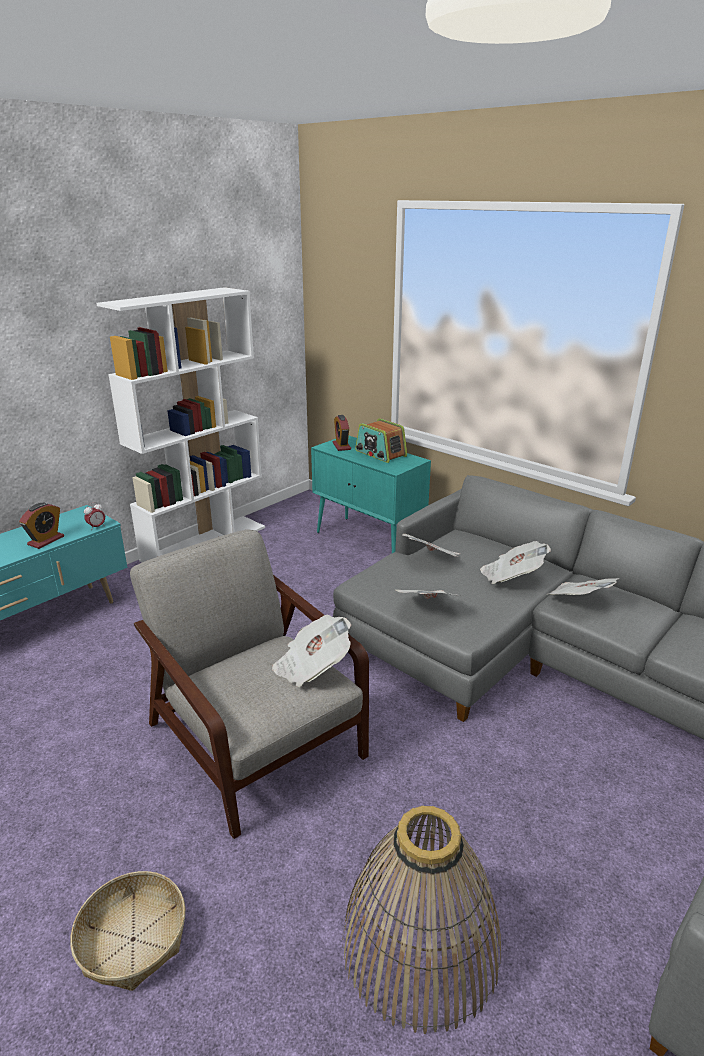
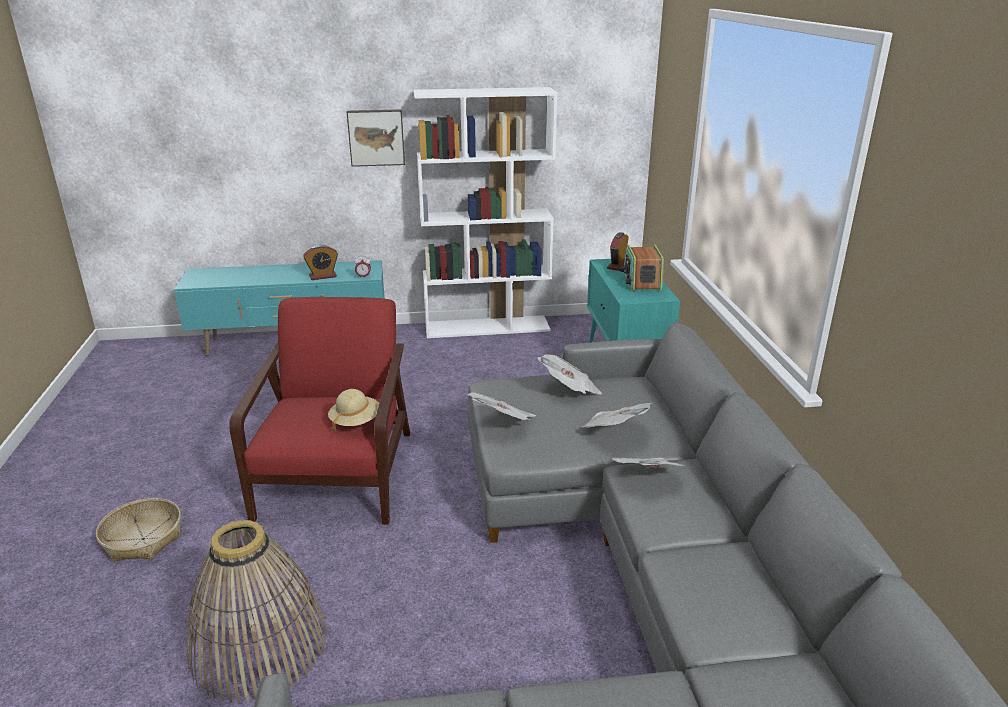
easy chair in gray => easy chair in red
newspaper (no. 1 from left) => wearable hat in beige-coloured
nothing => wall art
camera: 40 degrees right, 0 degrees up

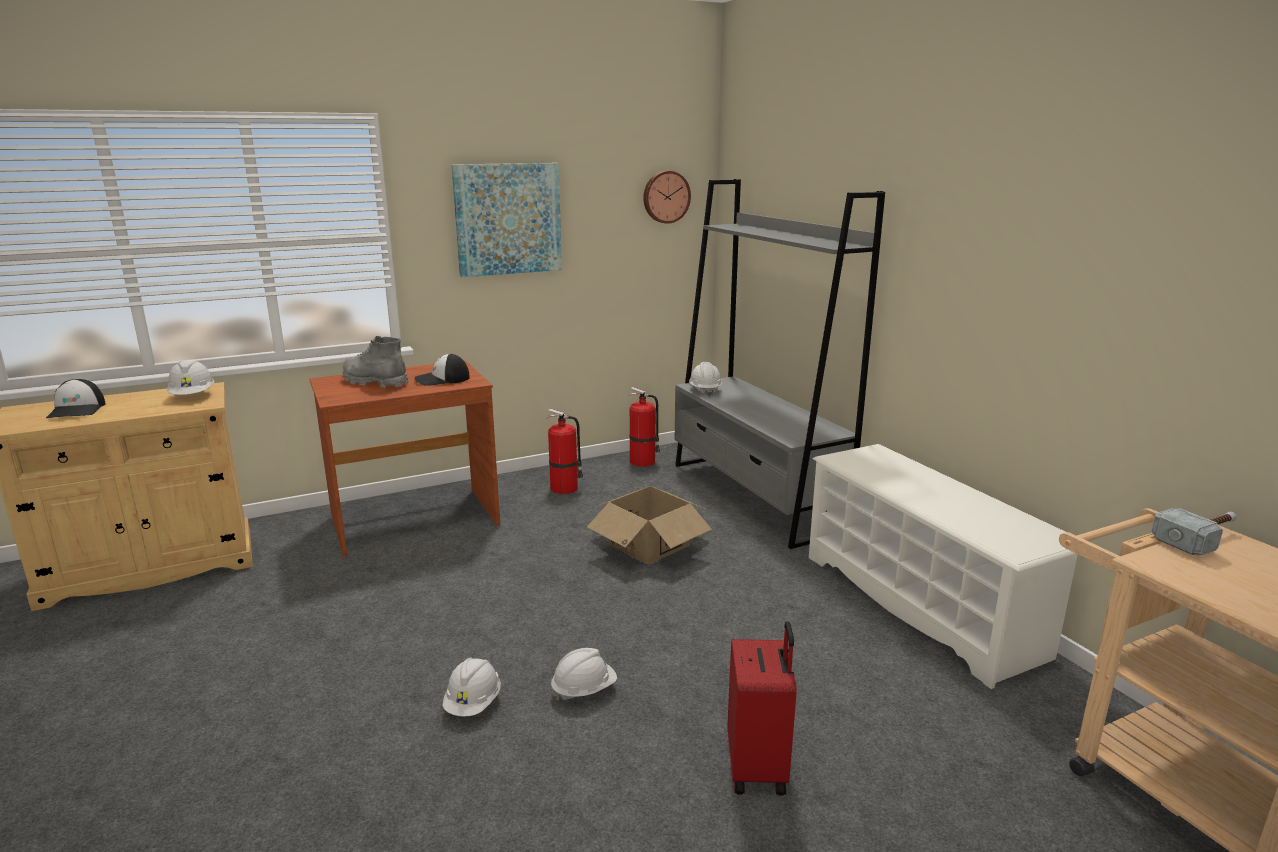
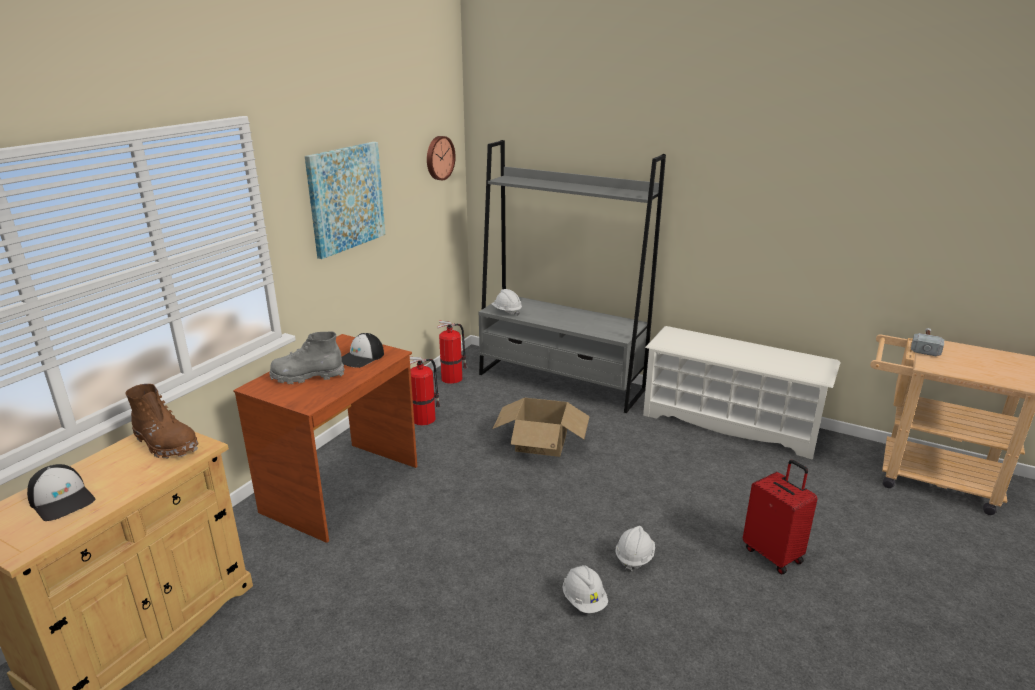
work helmet in white-coloured (no. 1 from left) => high-top boot in brownish
camera: 35 degrees left, 5 degrees up

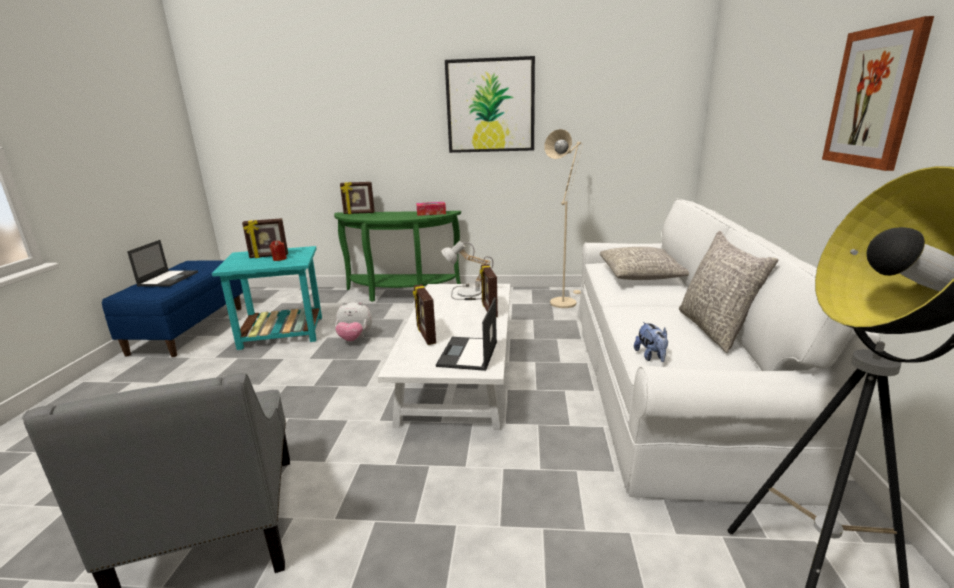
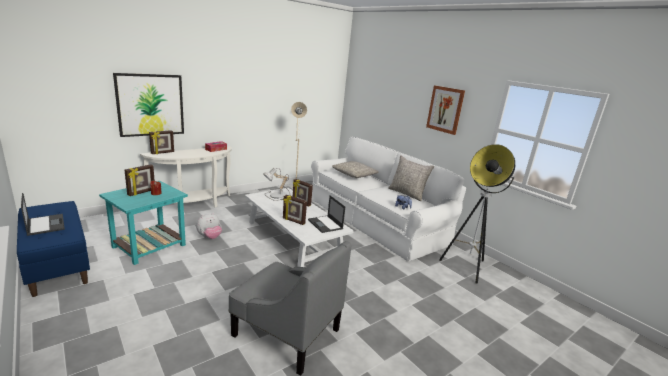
wall art (no. 1 from left), relocated
narrow table in green => narrow table in white-coloured
camera: 45 degrees left, 0 degrees up

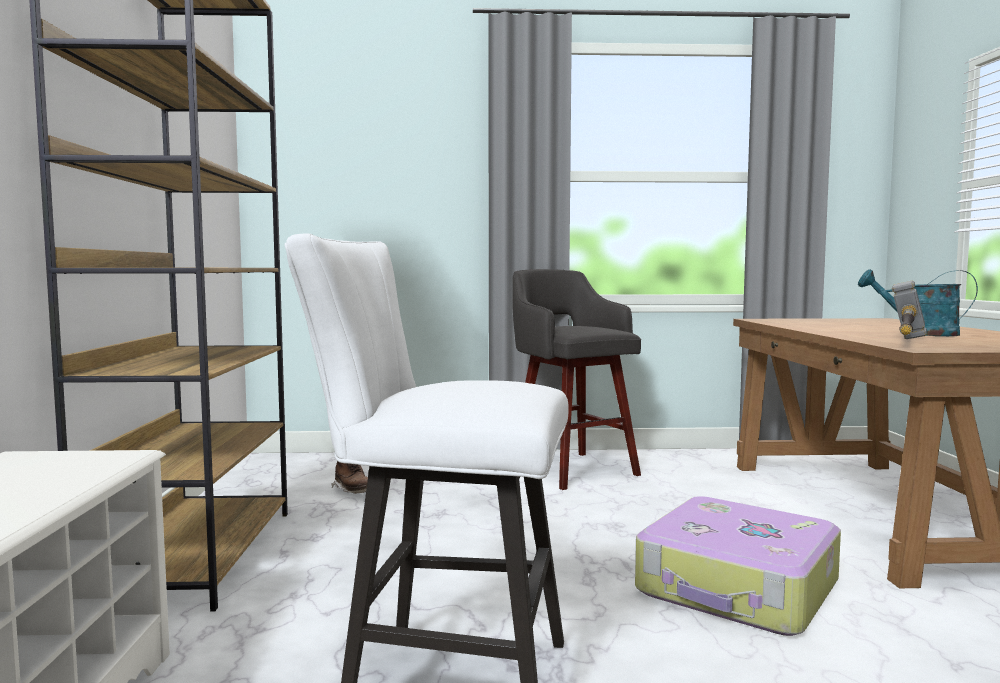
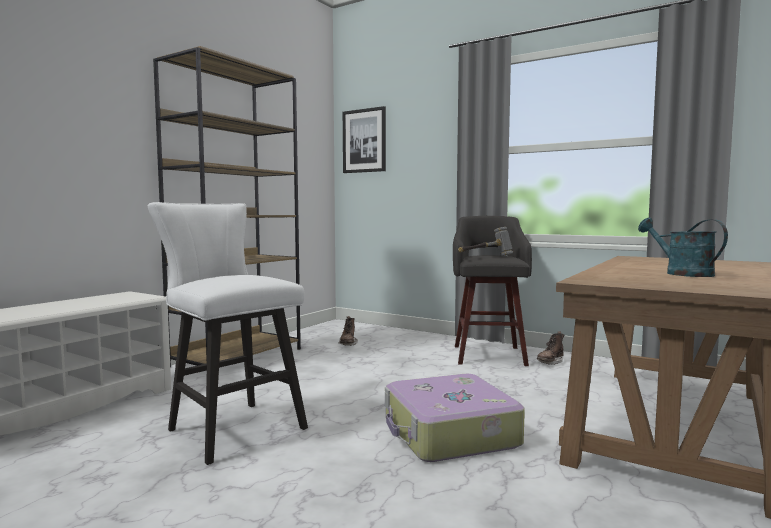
nothing => wall art
tool hammer, relocated
nothing => high-top boot in brownish (no. 2 from left)
camera: 35 degrees right, 0 degrees up

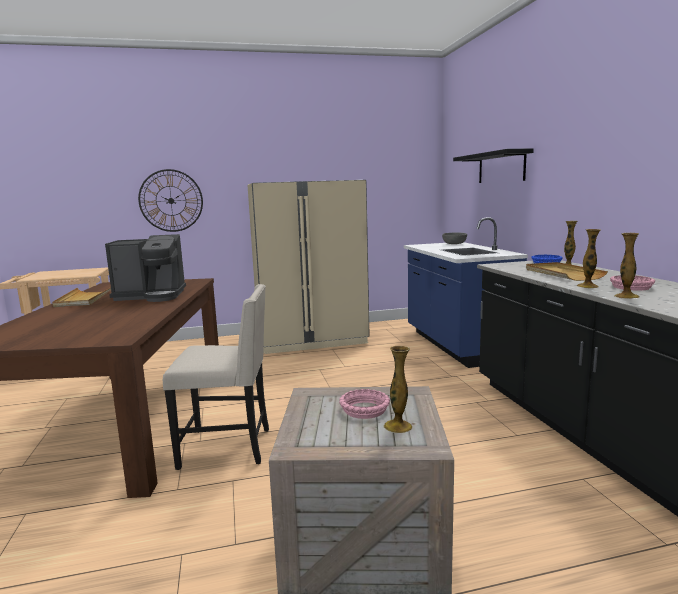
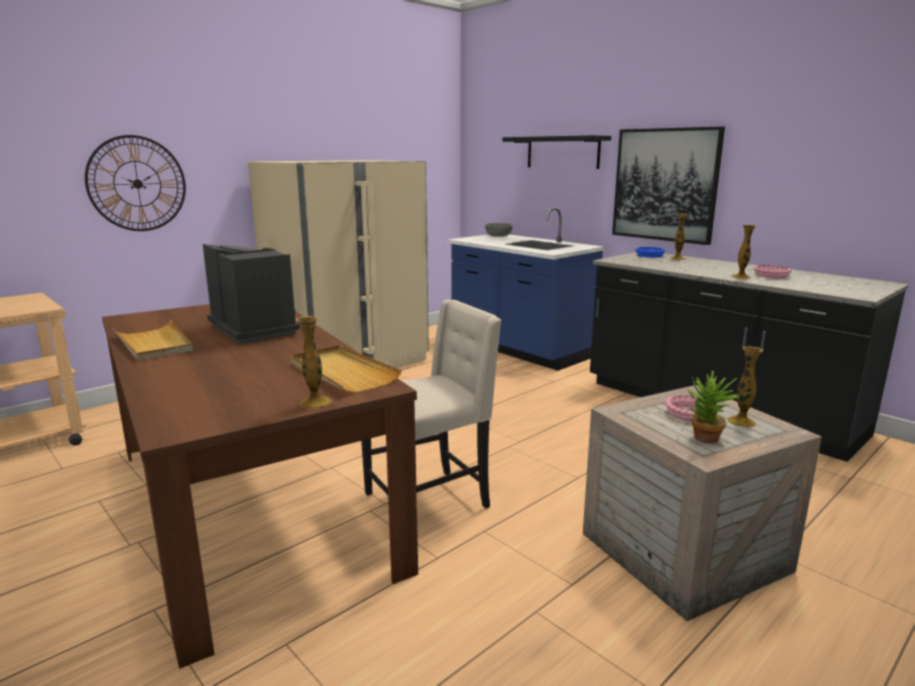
coffee brewer, 90 degrees counterclockwise
serving tray in beige-coloured (no. 2 from left), relocated
decorative vase (no. 4 from left in the first image) => decorative vase (no. 1 from left), relocated
nothing => wall art
nothing => plant in a pot
camera: 30 degrees left, 5 degrees up

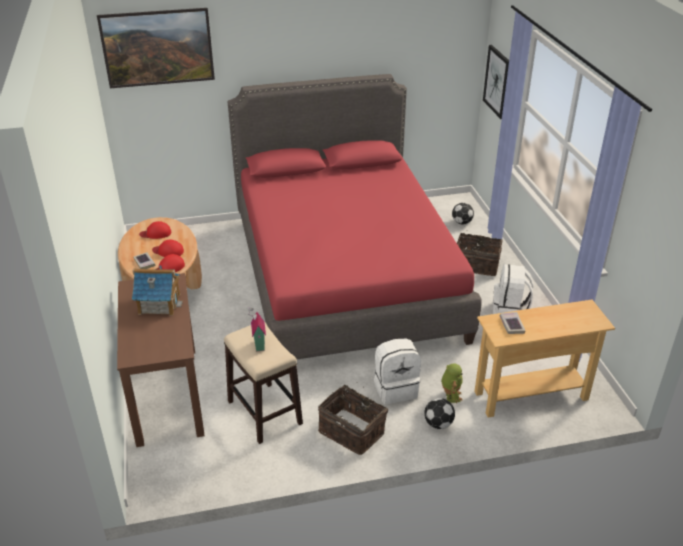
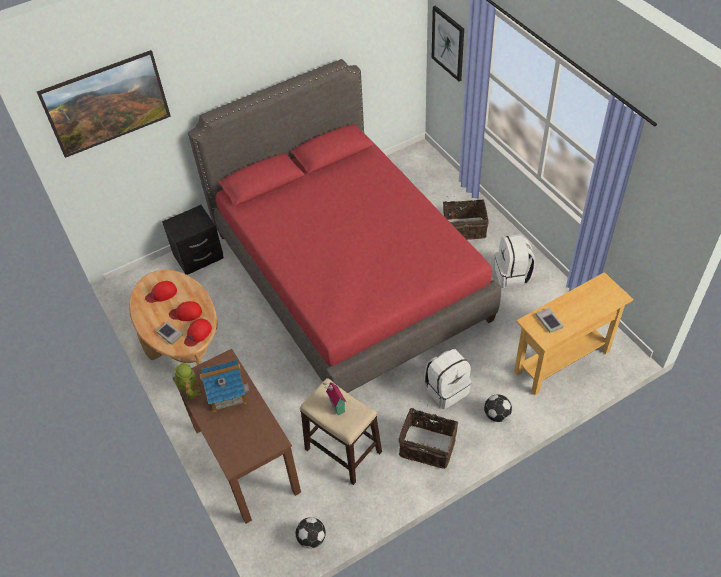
nothing => night table in black
model robot, relocated
ball for football (no. 2 from left in the first image) => ball for football (no. 1 from left), relocated
camera: 15 degrees left, 15 degrees up

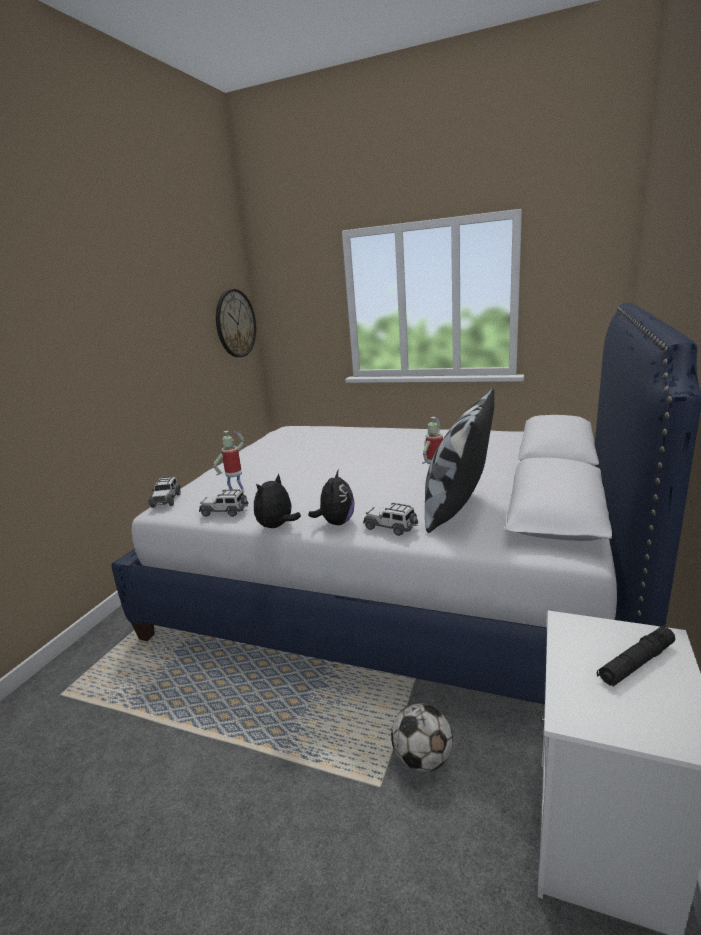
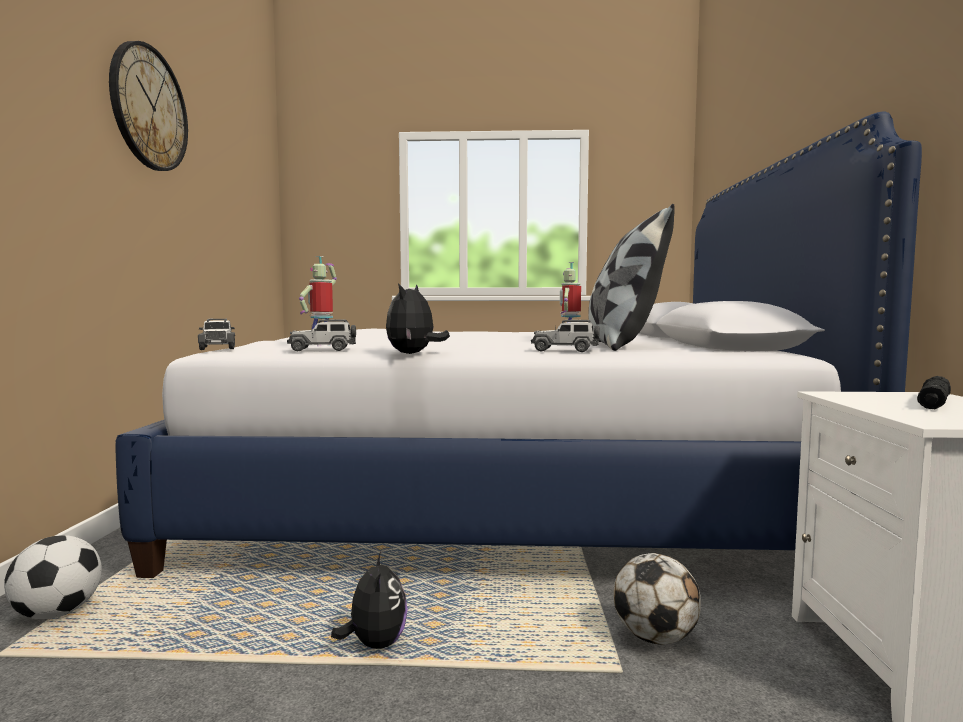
nothing => ball for football (no. 1 from left)
wall clock, relocated
soft toy (no. 2 from left in the first image) => soft toy (no. 1 from left), relocated
camera: 20 degrees left, 15 degrees down

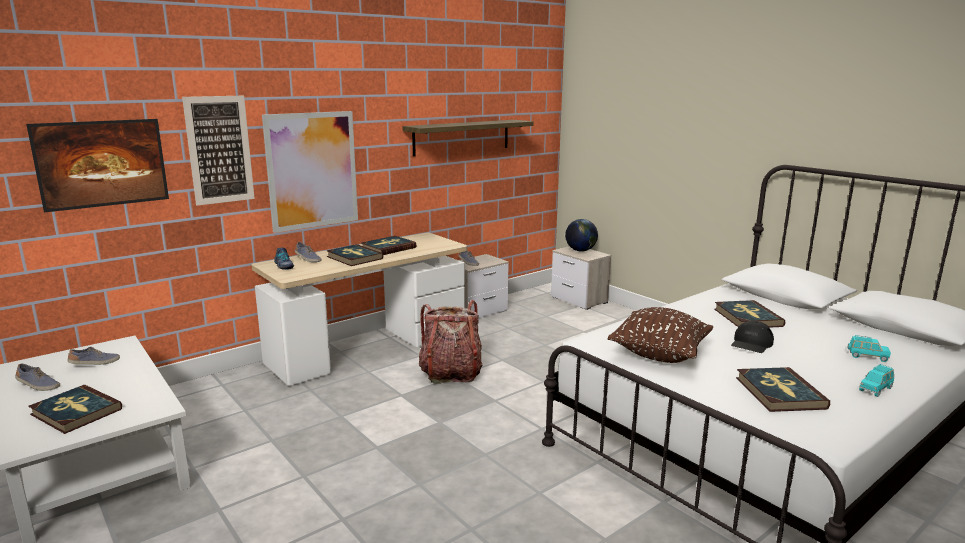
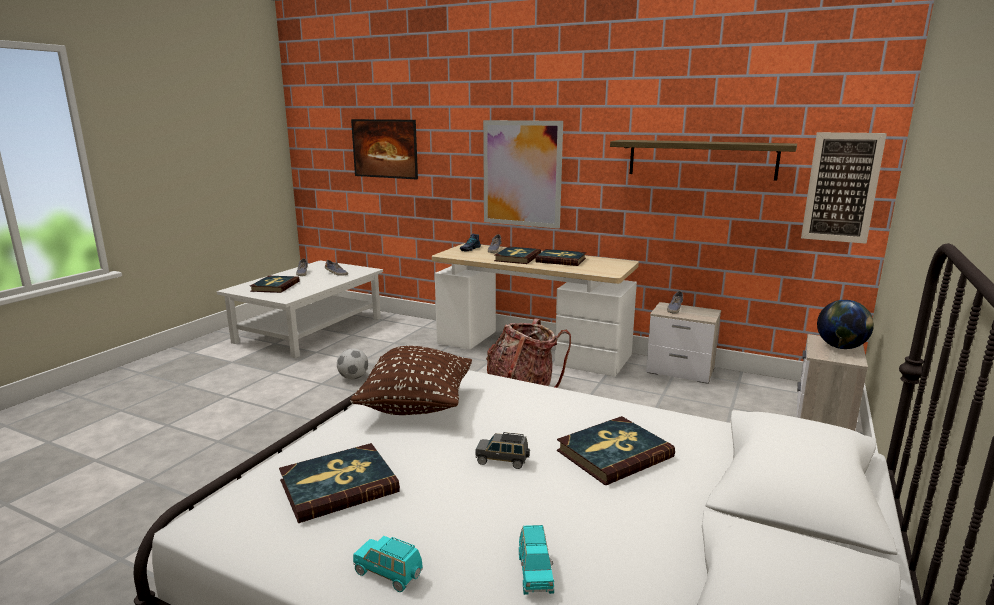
nothing => ball for football
peaked cap in black => toy car in gray
wall art (no. 2 from left in the first image) => wall art (no. 3 from left), relocated
camera: 65 degrees right, 0 degrees up

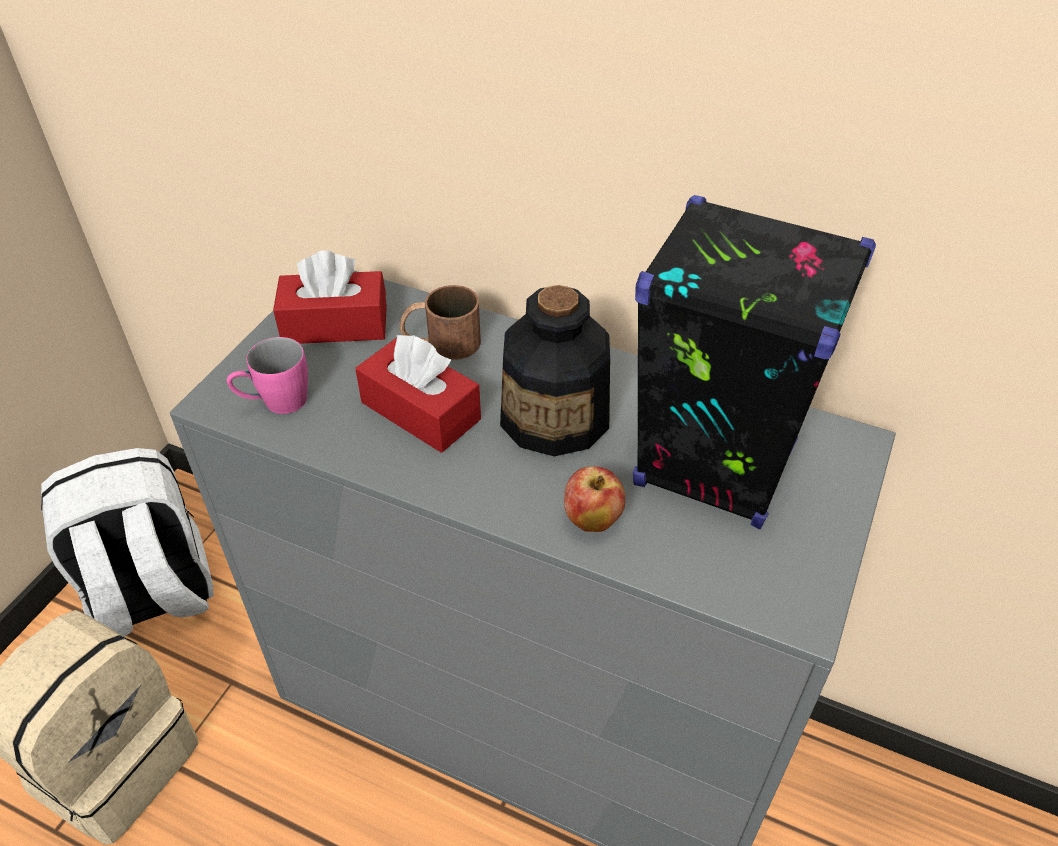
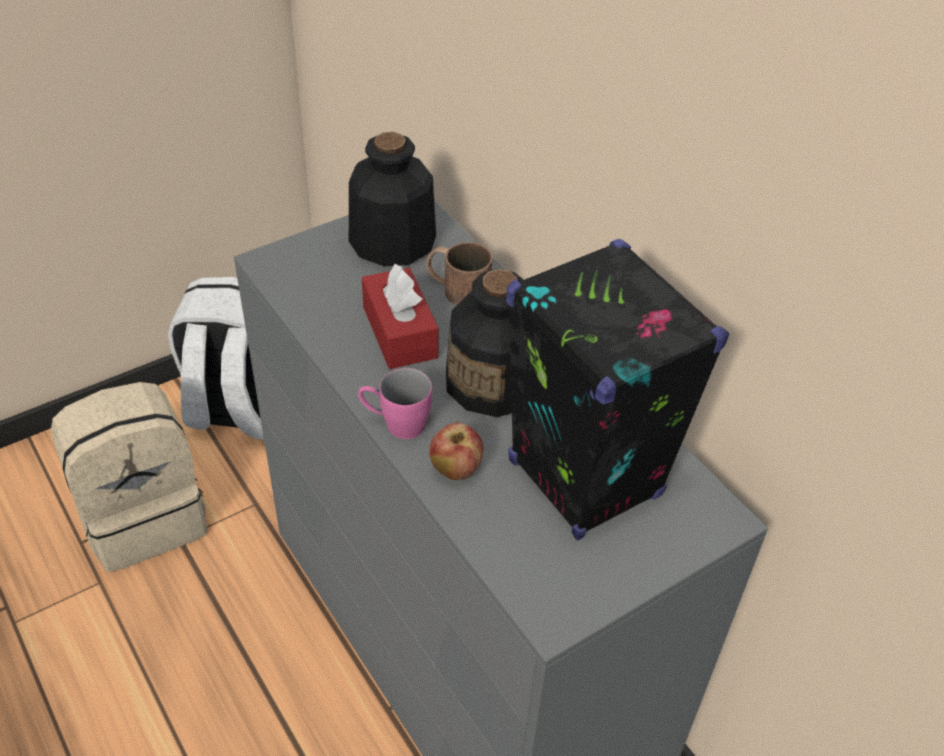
tissue holder in red (no. 1 from left) => drink bottle (no. 1 from left)
tea mug in pink-coloured, relocated
camera: 30 degrees right, 0 degrees up

